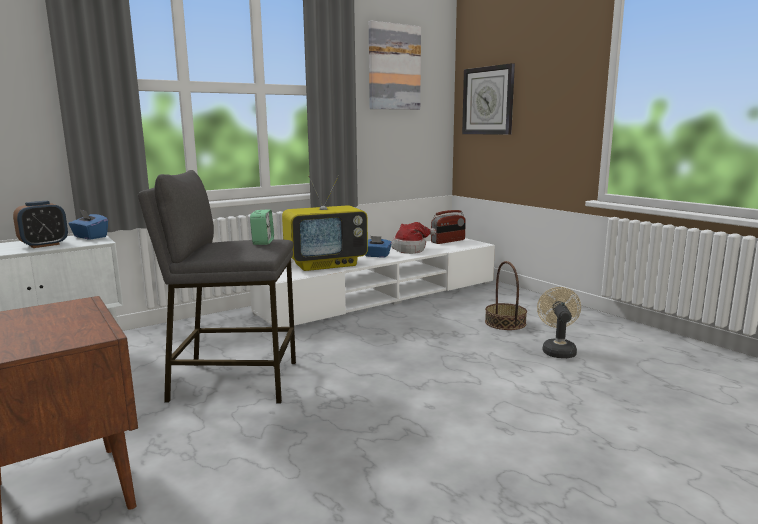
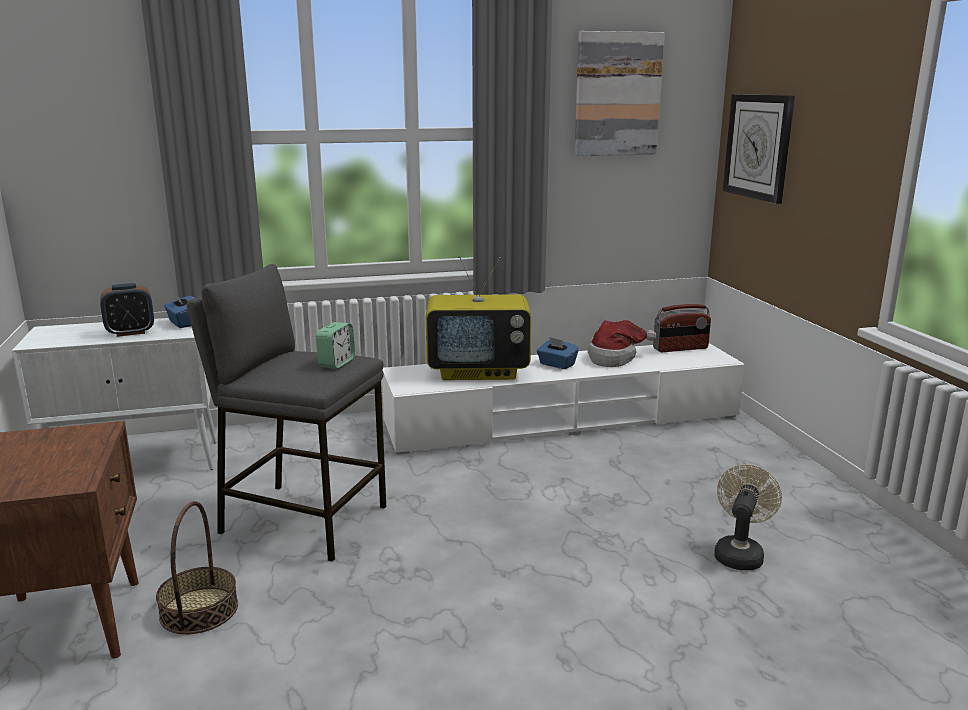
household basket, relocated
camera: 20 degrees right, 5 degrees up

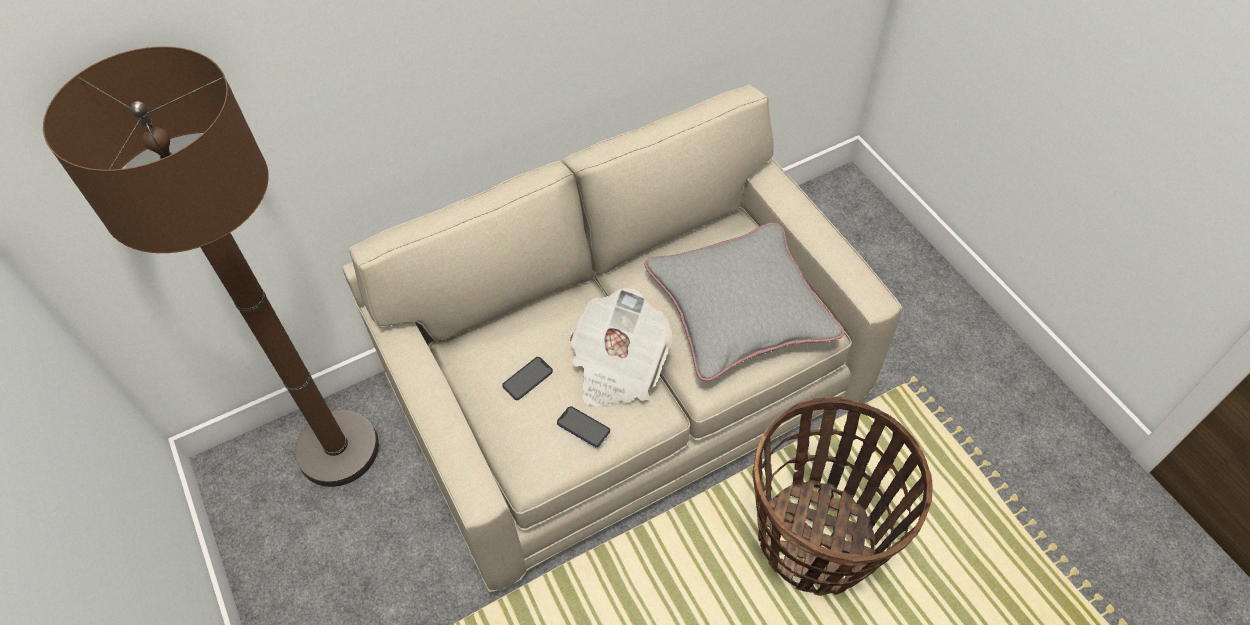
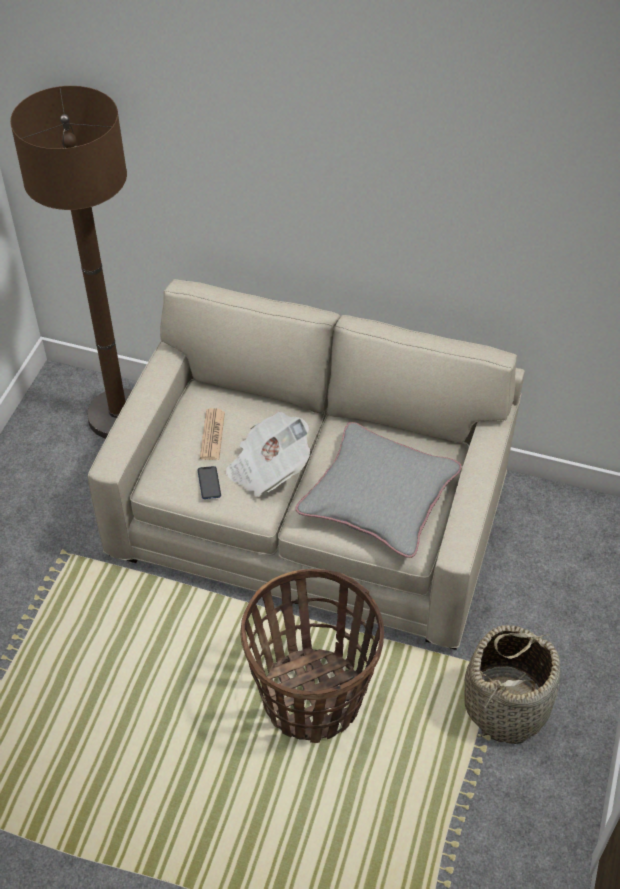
phone (no. 1 from left) => newspaper (no. 1 from left)
nothing => household basket (no. 2 from left)
camera: 45 degrees right, 5 degrees down

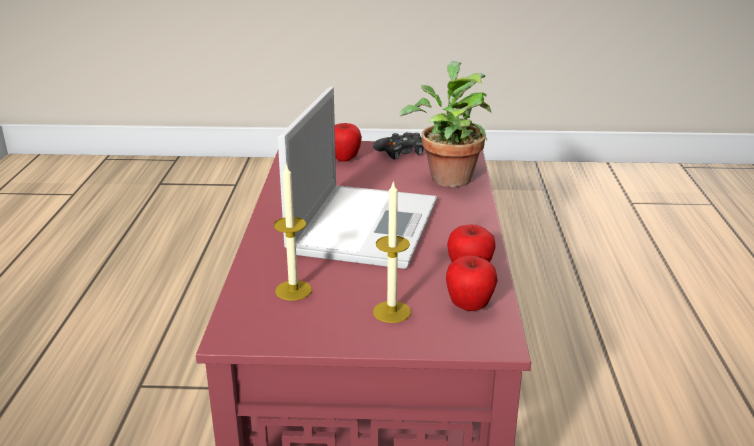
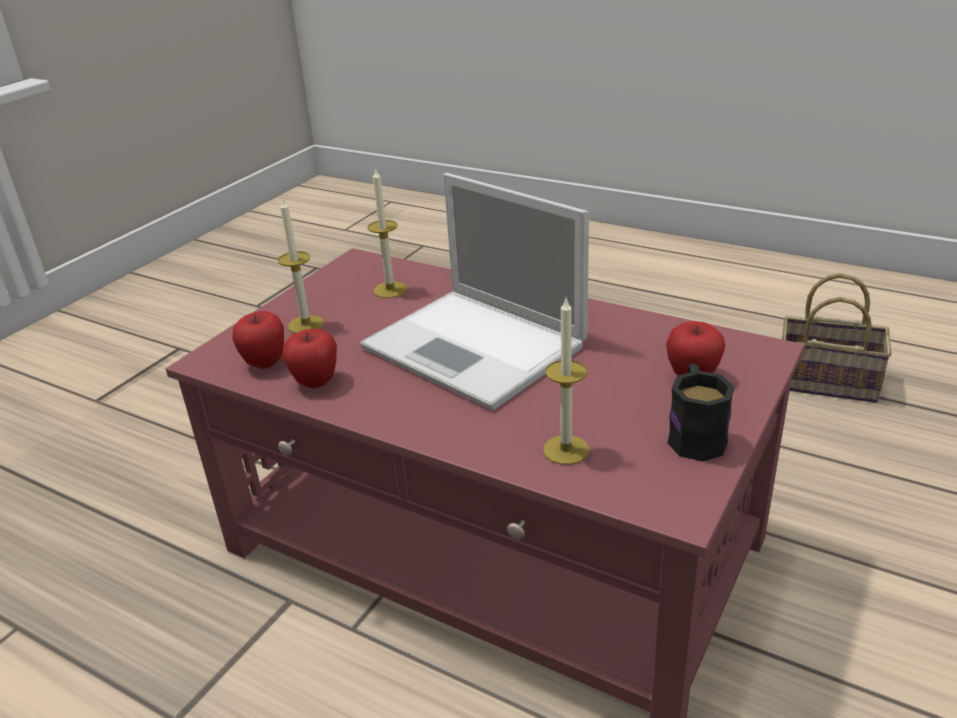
plant in a pot => candle (no. 3 from left)
joypad in black => tea mug in black
nothing => household basket
camera: 120 degrees right, 5 degrees up

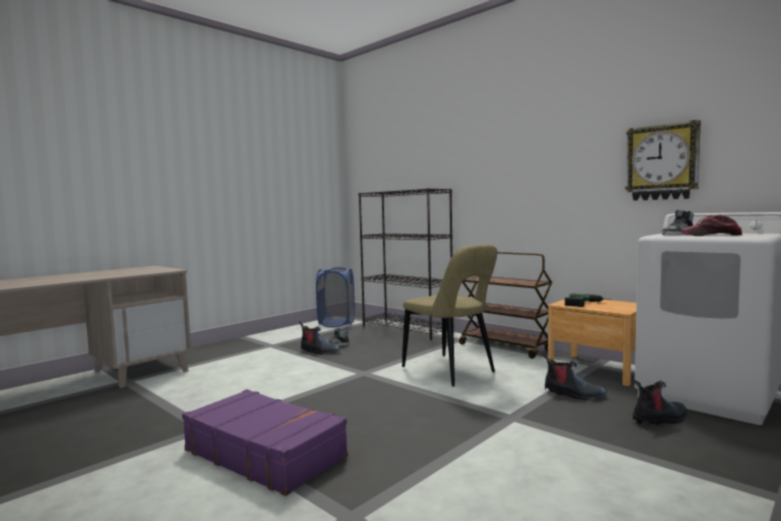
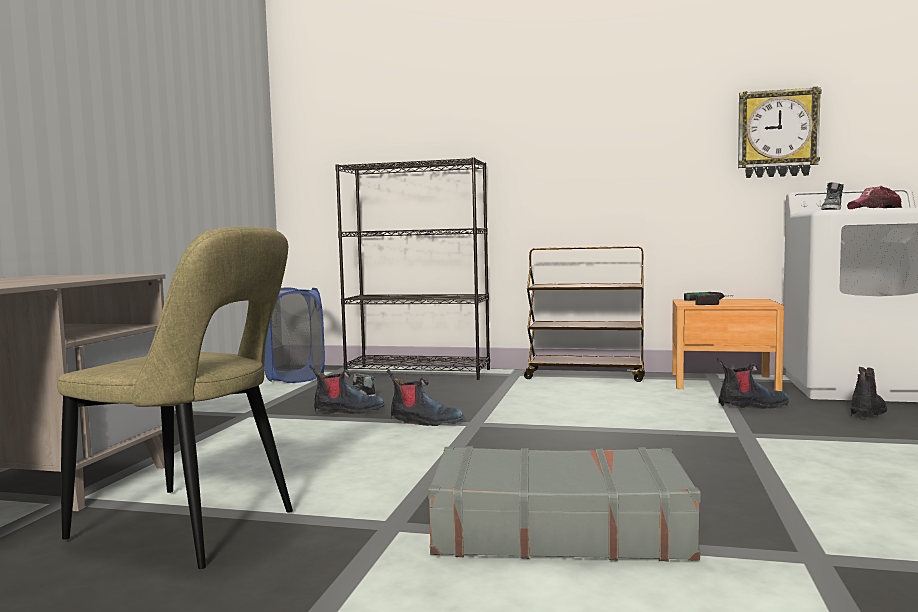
upright chair in beige-coloured, relocated
nothing => high-top boot (no. 2 from left)
suitcase in purple-coloured => suitcase in gray
camera: 30 degrees left, 0 degrees up

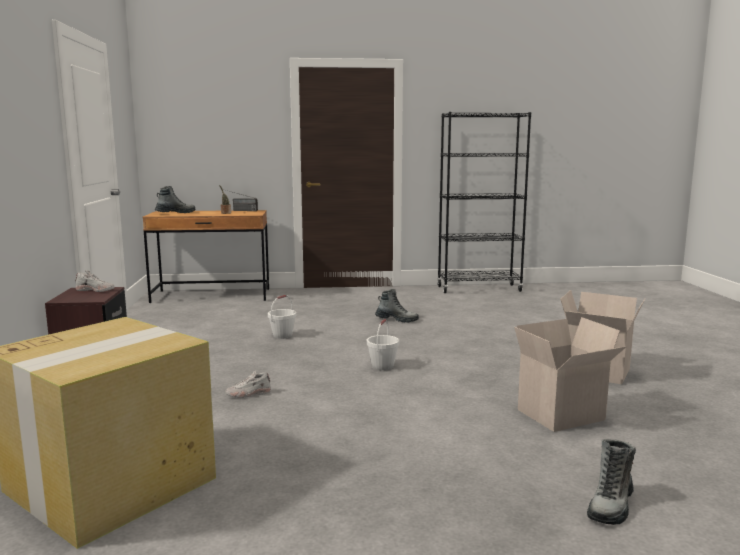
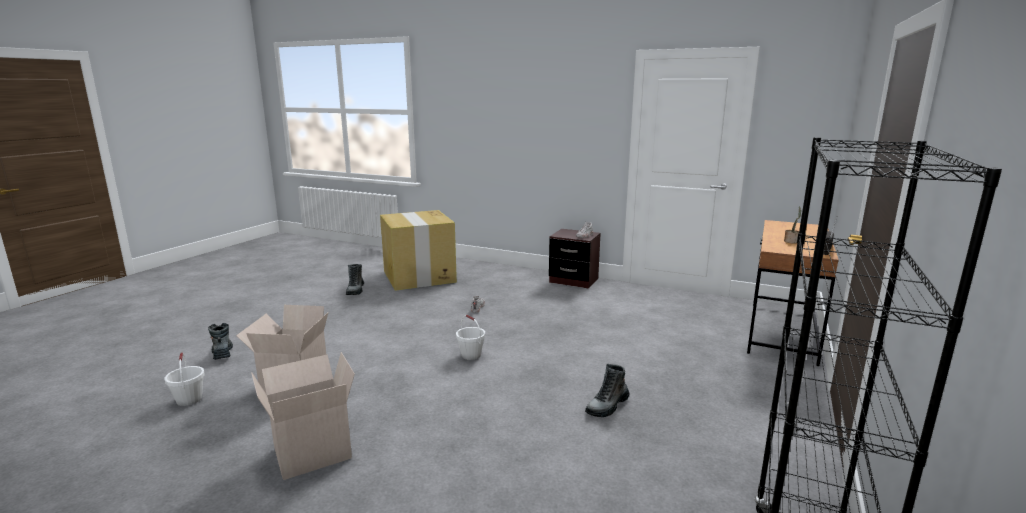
water bucket in white-coloured (no. 1 from left), relocated
high-top boot (no. 1 from left in the first image) => high-top boot (no. 2 from left), relocated
camera: 120 degrees right, 5 degrees up

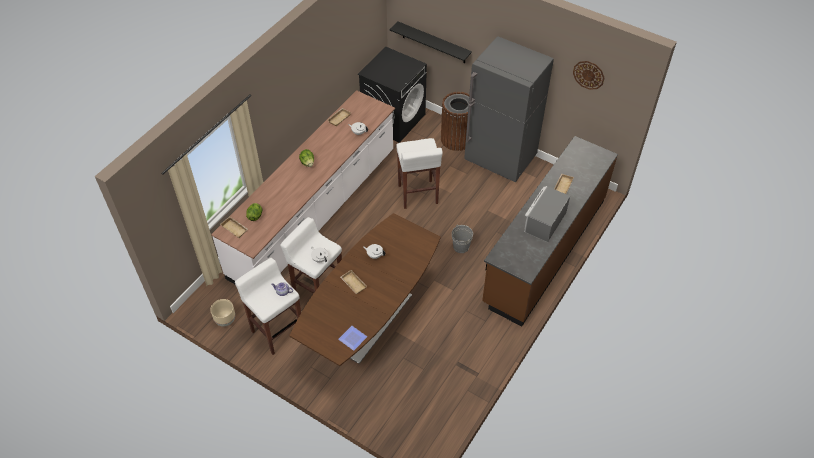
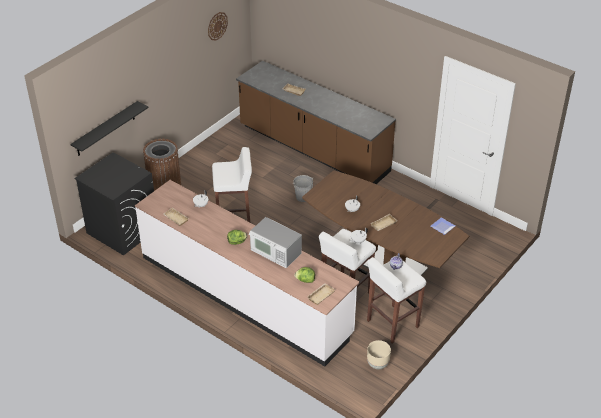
microwave, relocated
kitchen fridge in gray => nothing
camera: 85 degrees left, 10 degrees down

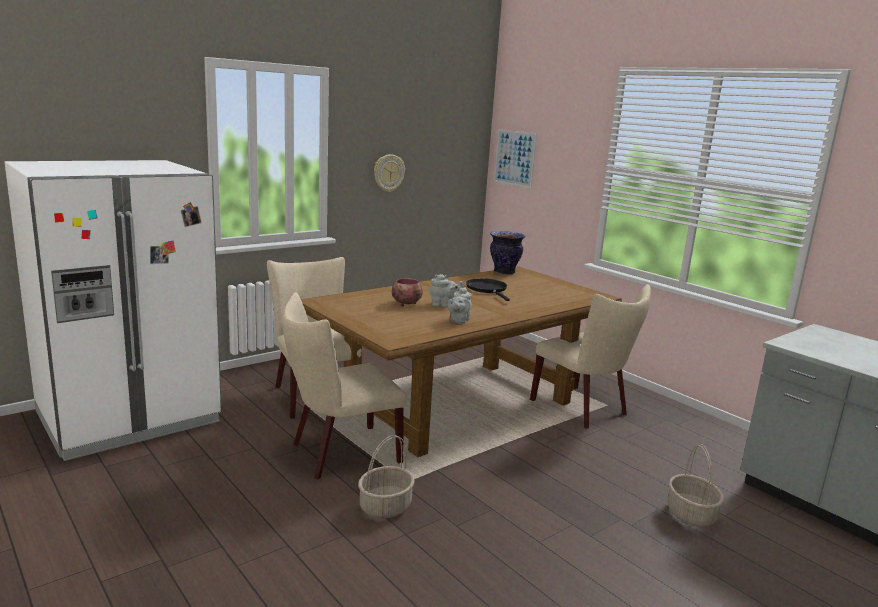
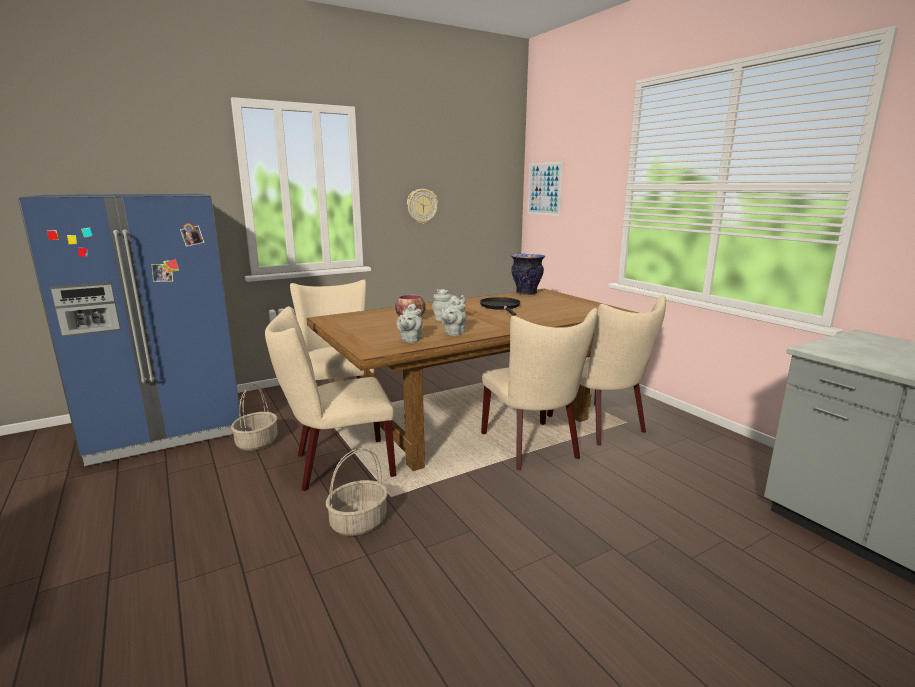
kitchen fridge in white-coloured => kitchen fridge in blue
household basket (no. 2 from left in the first image) => household basket (no. 1 from left), relocated
nothing => tea pot in gray (no. 1 from left)
nothing => upright chair in beige-coloured (no. 3 from left)
camera: 10 degrees right, 0 degrees up

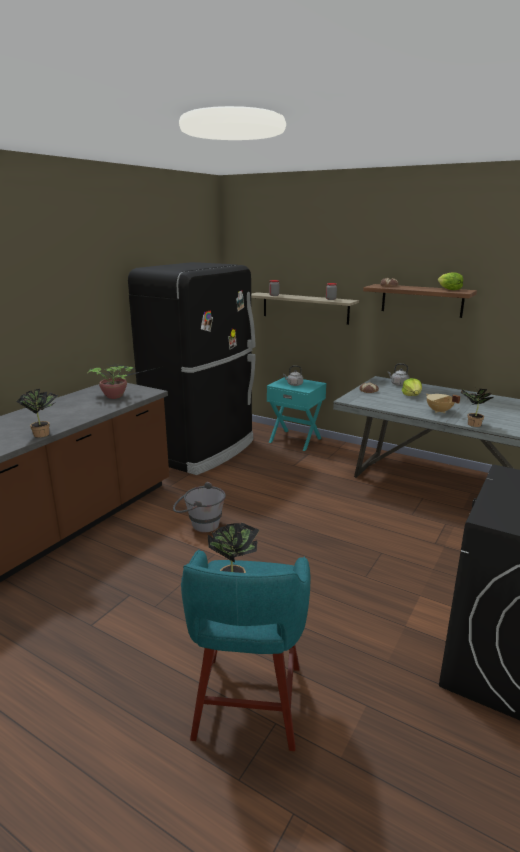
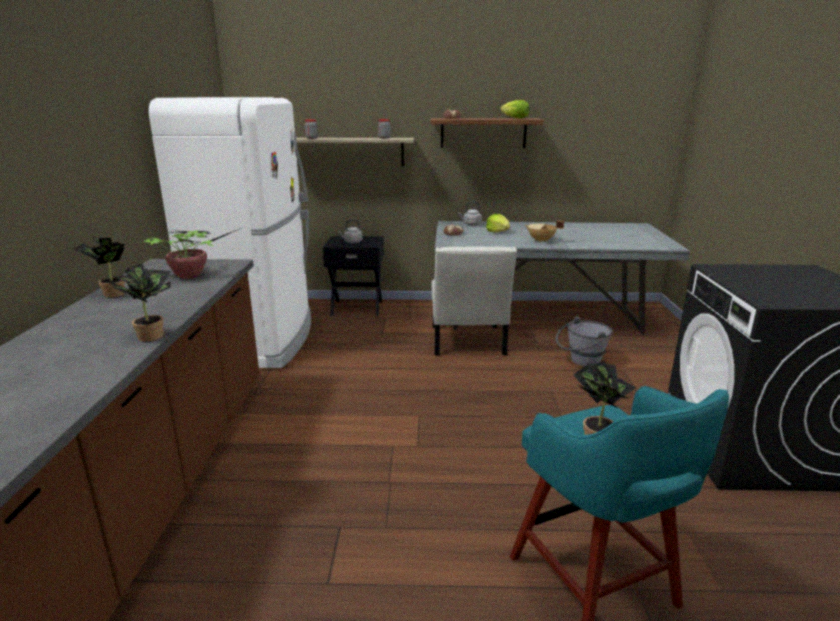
plant in a pot (no. 4 from left in the first image) => plant in a pot (no. 1 from left), relocated
kitchen fridge in black => kitchen fridge in white-coloured
night table in blue-green => night table in black
nothing => upright chair in white-coloured
water bucket in gray, relocated
camera: 30 degrees left, 0 degrees up

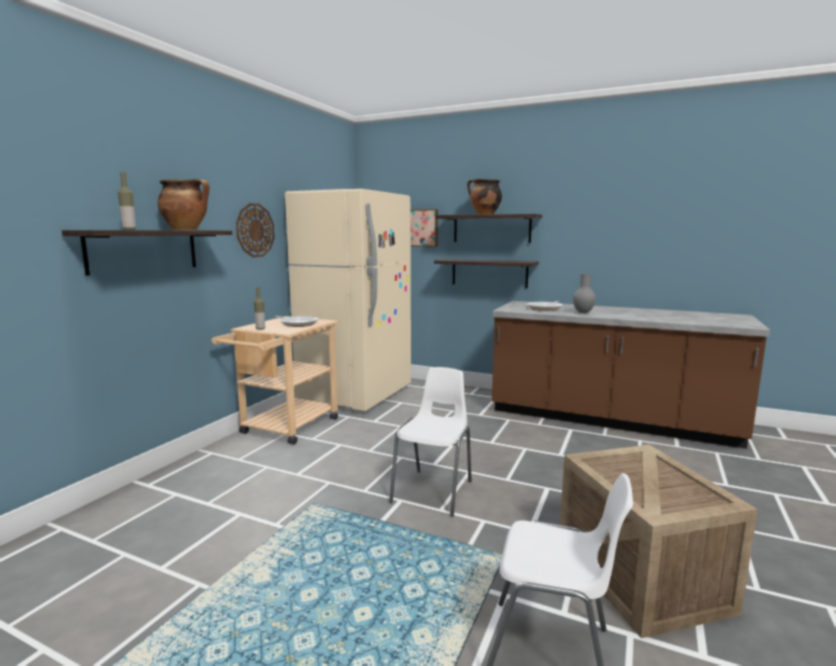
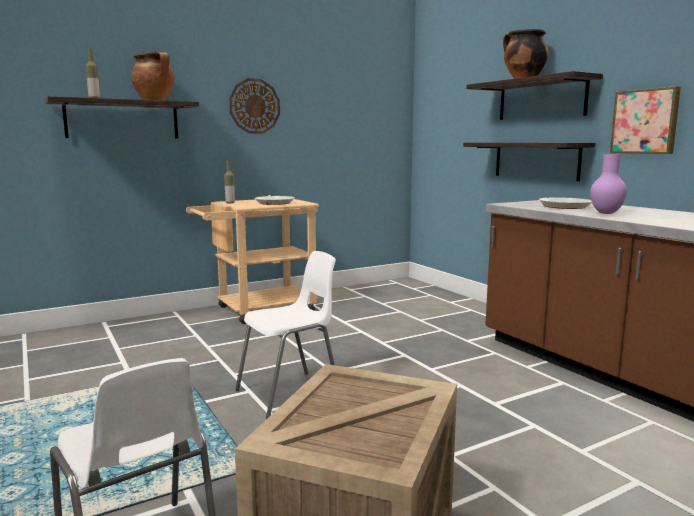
decorative vase in gray => decorative vase in purple-coloured
wall art, relocated
kitchen fridge in beige-coloured => nothing
camera: 35 degrees right, 0 degrees up

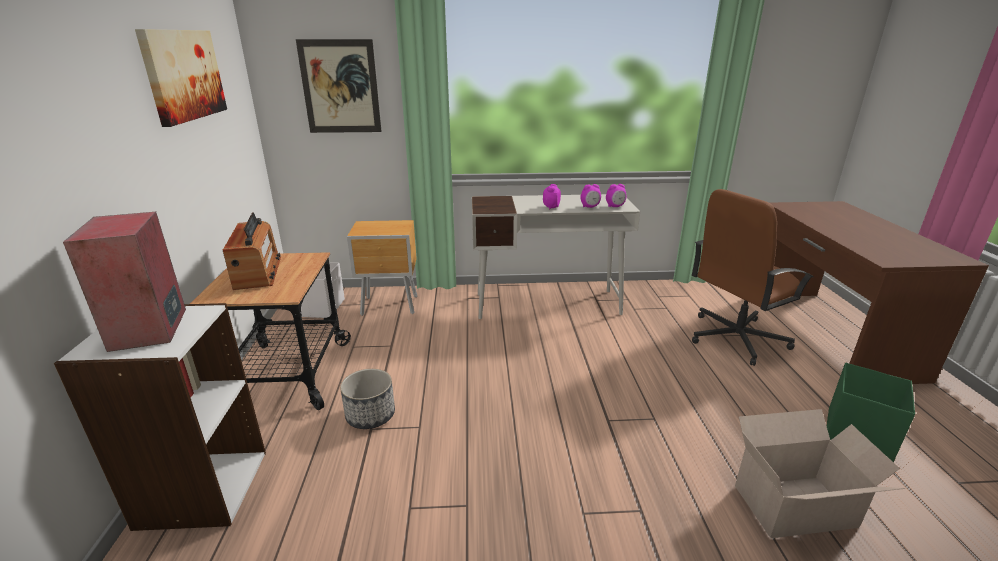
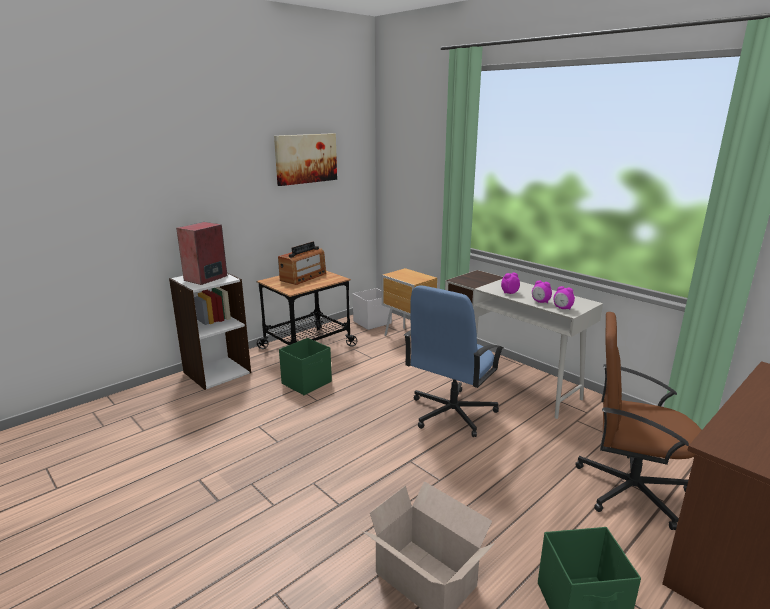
planter => storage bin in green (no. 1 from left)
nothing => computer chair in blue
wall art (no. 2 from left) => nothing
camera: 50 degrees right, 5 degrees down

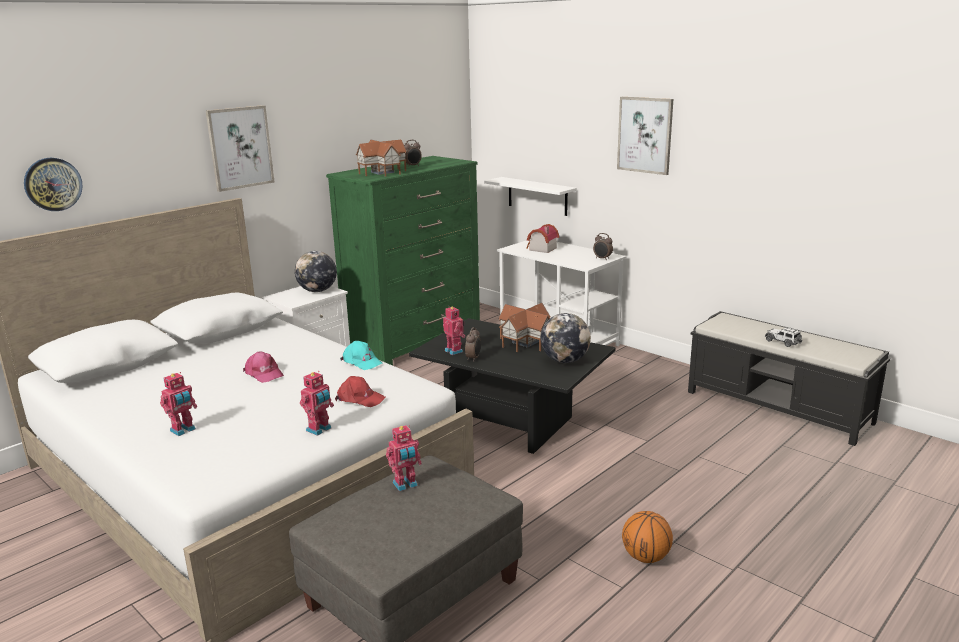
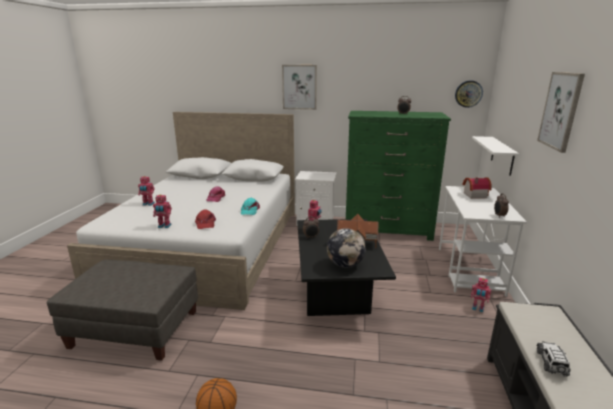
wall clock, relocated
model robot (no. 3 from left in the first image) => model robot (no. 4 from left), relocated
globe (no. 1 from left) => nothing
model house (no. 1 from left) => nothing
camera: 55 degrees right, 0 degrees up

